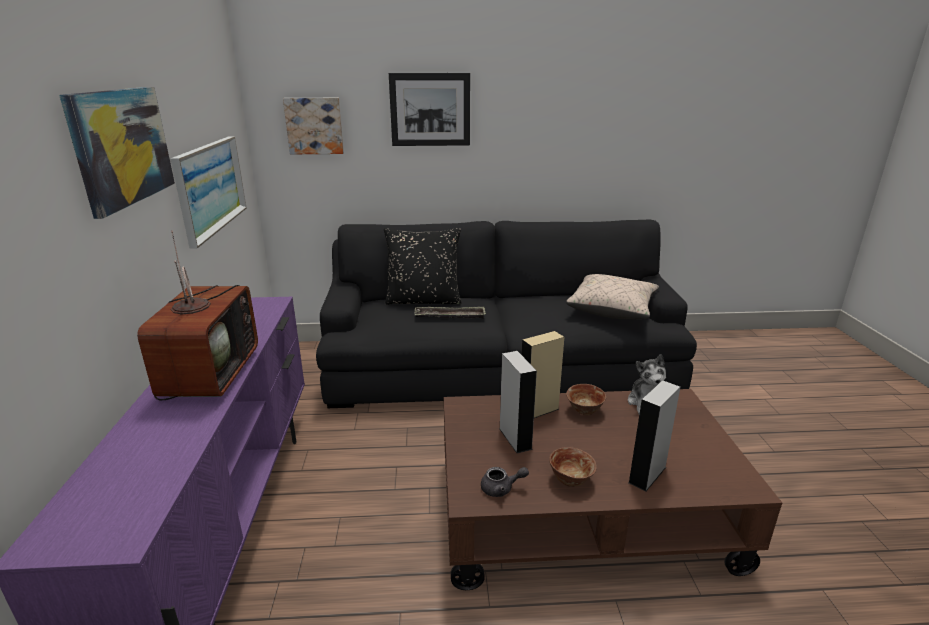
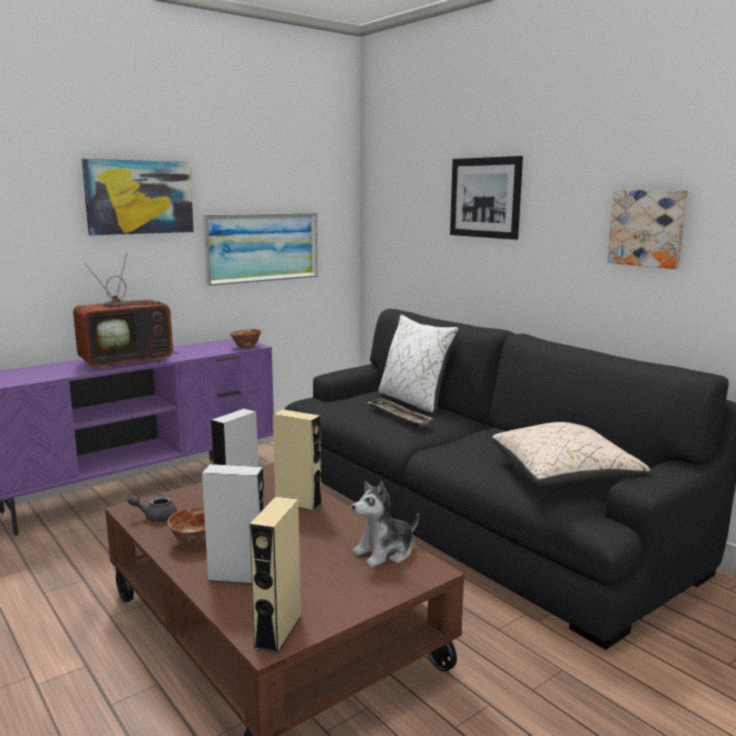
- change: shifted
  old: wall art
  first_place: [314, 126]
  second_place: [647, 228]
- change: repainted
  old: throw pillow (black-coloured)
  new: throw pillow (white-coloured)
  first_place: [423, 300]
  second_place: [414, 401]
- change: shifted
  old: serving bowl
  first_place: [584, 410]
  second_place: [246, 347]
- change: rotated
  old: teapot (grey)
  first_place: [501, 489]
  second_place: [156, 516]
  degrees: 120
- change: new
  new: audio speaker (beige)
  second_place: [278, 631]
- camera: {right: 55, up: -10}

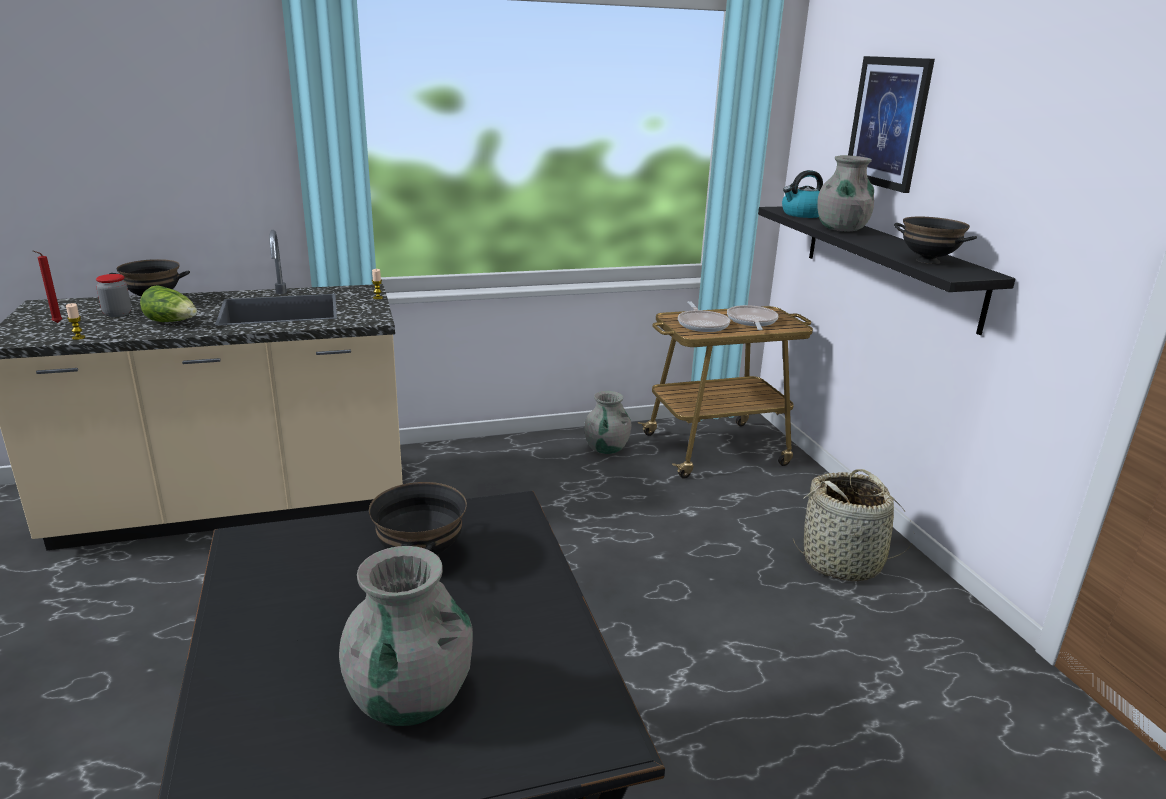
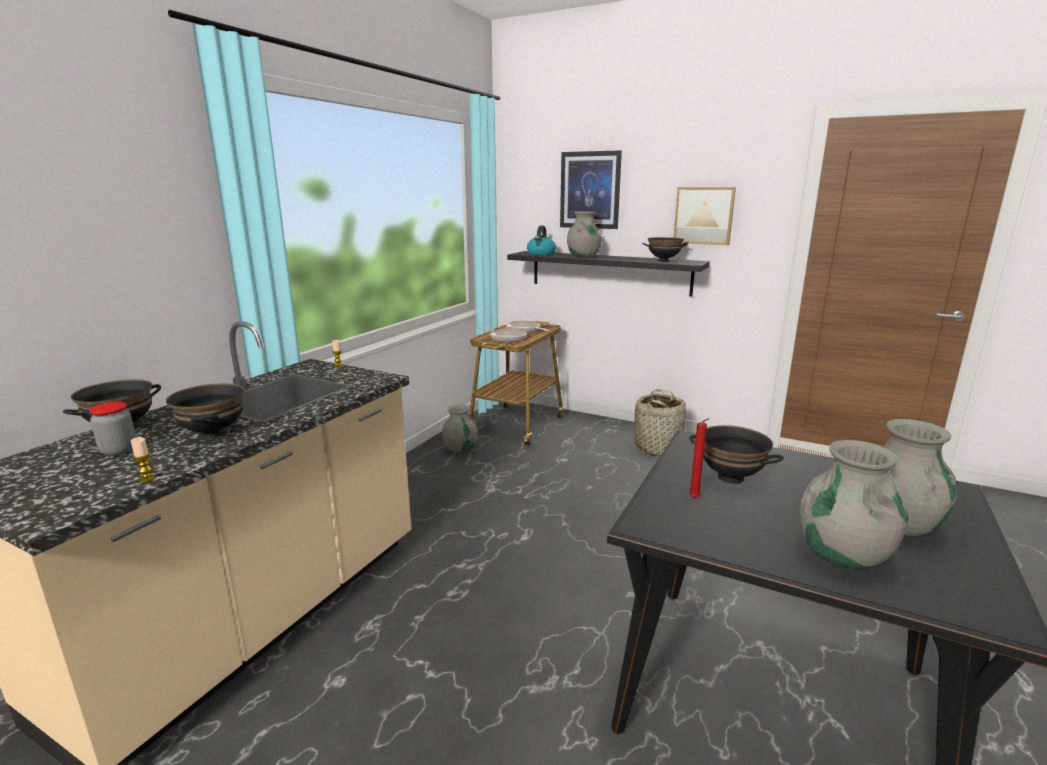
- change: shifted
  old: wax light (red)
  first_place: [56, 323]
  second_place: [695, 499]
- change: swapped
  old: lettuce
  new: serving bowl (black-coloured)
  first_place: [173, 322]
  second_place: [212, 434]
- change: new
  new: wall art
  second_place: [704, 215]
- change: new
  new: vase (grey)
  second_place: [842, 554]
- camera: {right: -45, up: -5}

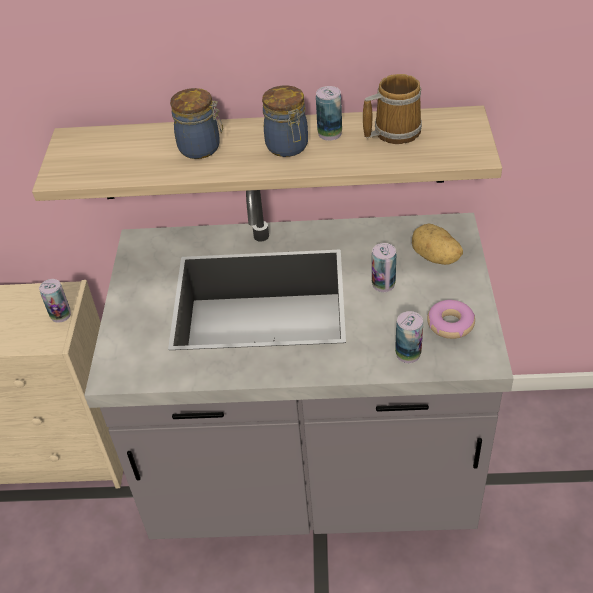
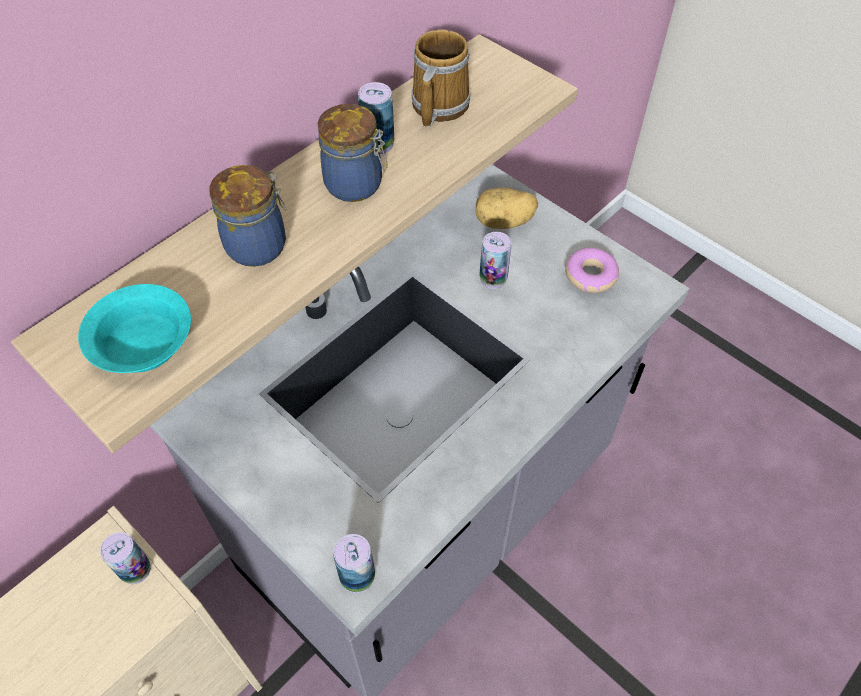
- change: shifted
  old: sealed can
  first_place: [408, 354]
  second_place: [357, 576]
- change: new
  new: serving bowl (turquoise-coloured)
  second_place: [145, 343]
- camera: {right: -50, up: 10}

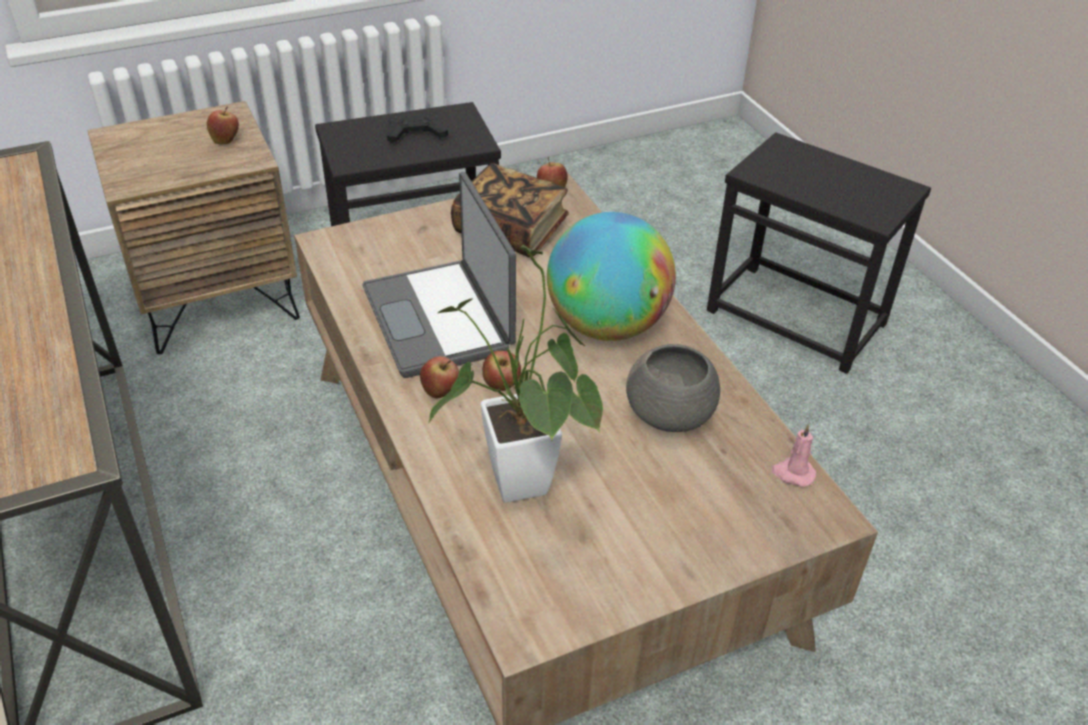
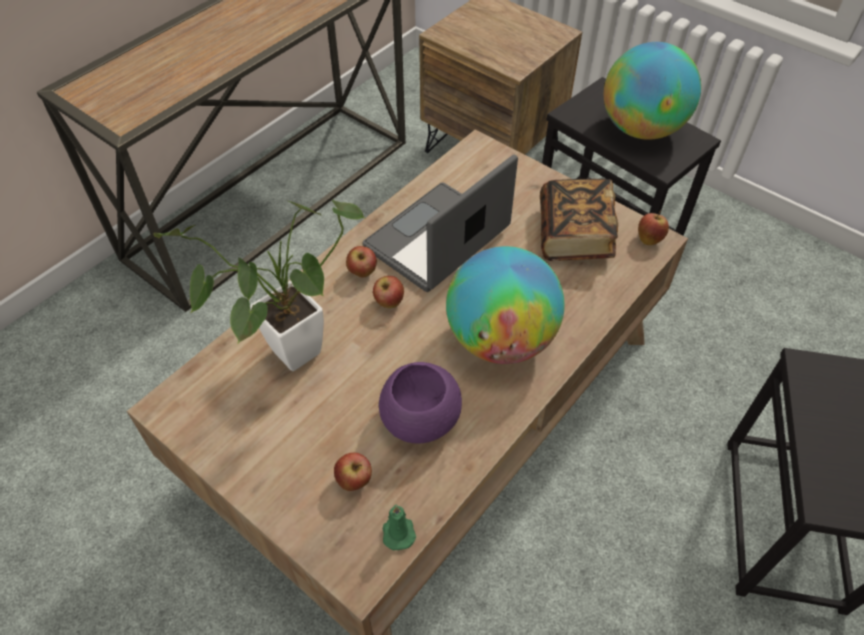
- change: shifted
  old: apple
  first_place: [226, 140]
  second_place: [354, 481]
- change: swapped
  old: joypad (black-coloured)
  new: globe
  first_place: [416, 133]
  second_place: [641, 129]
- change: repainted
  old: serving bowl (grey)
  new: serving bowl (purplish)
  first_place: [670, 415]
  second_place: [419, 419]
- change: repainted
  old: wax light (pink)
  new: wax light (greenish)
  first_place: [792, 473]
  second_place: [398, 531]
- camera: {right: 65, up: 10}

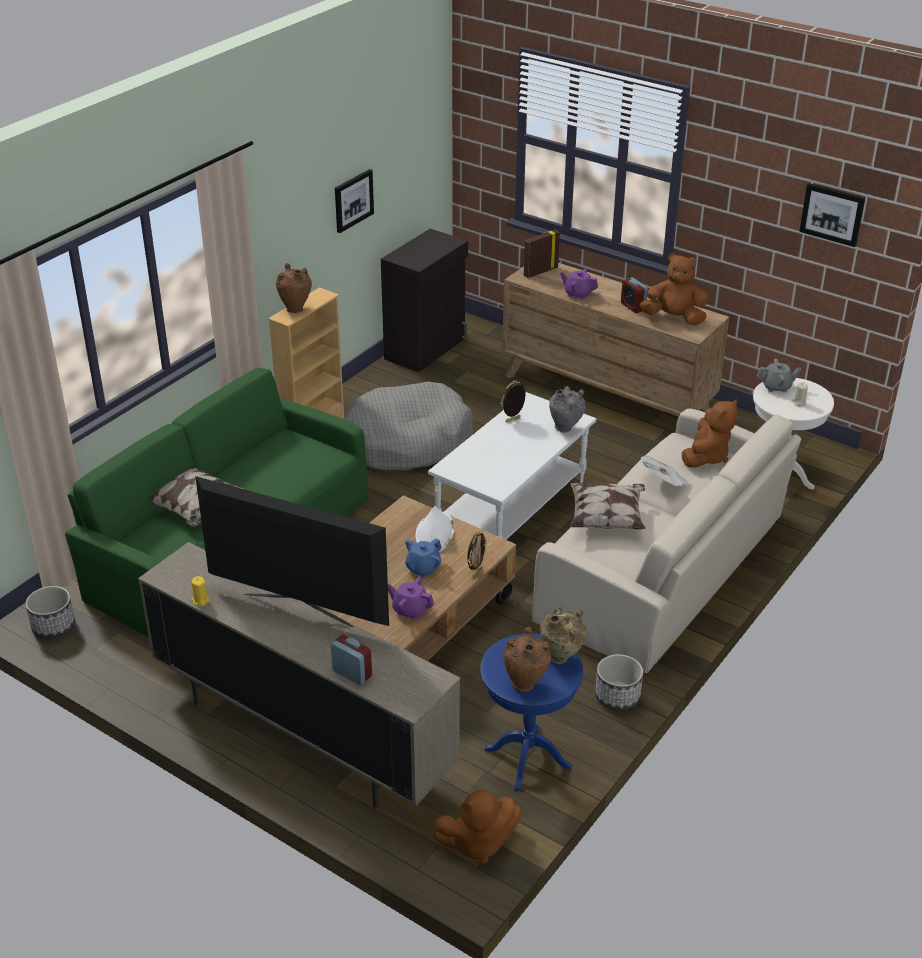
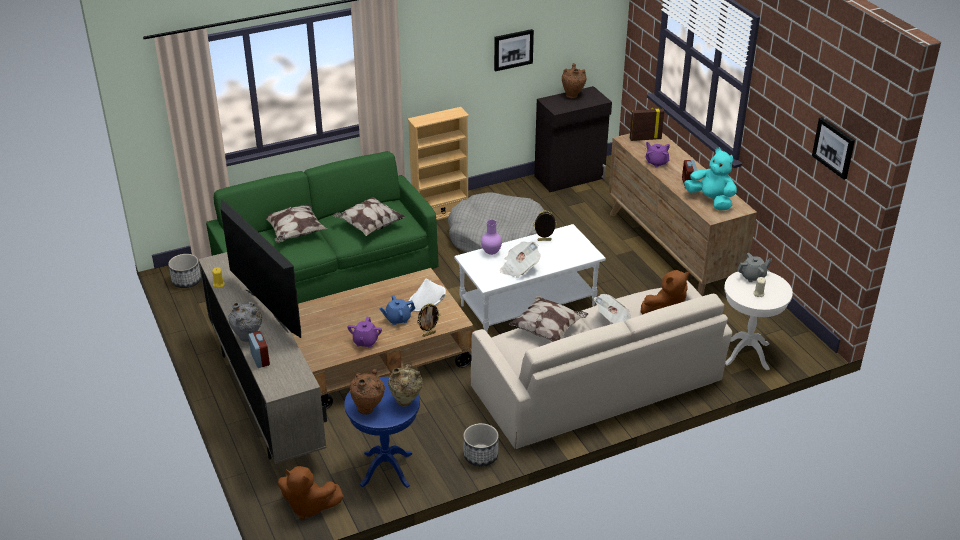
- change: repainted
  old: cuddly toy (brownish)
  new: cuddly toy (turquoise-coloured)
  first_place: [674, 318]
  second_place: [711, 200]
- change: shifted
  old: vase (brownish)
  first_place: [295, 308]
  second_place: [572, 95]
- change: rotated
  old: teapot (grey)
  first_place: [776, 387]
  second_place: [753, 276]
  degrees: -45
- change: shifted
  old: vase (grey)
  first_place: [566, 429]
  second_place: [248, 338]
- change: rotated
  old: teapot (purplish)
  first_place: [410, 610]
  second_place: [365, 342]
  degrees: -135
- change: new
  new: throw pillow
  second_place: [369, 226]
- change: new
  new: vase (purplish)
  second_place: [491, 253]
- change: new
  new: newspaper
  second_place: [519, 268]
- camera: {right: 30, up: 0}

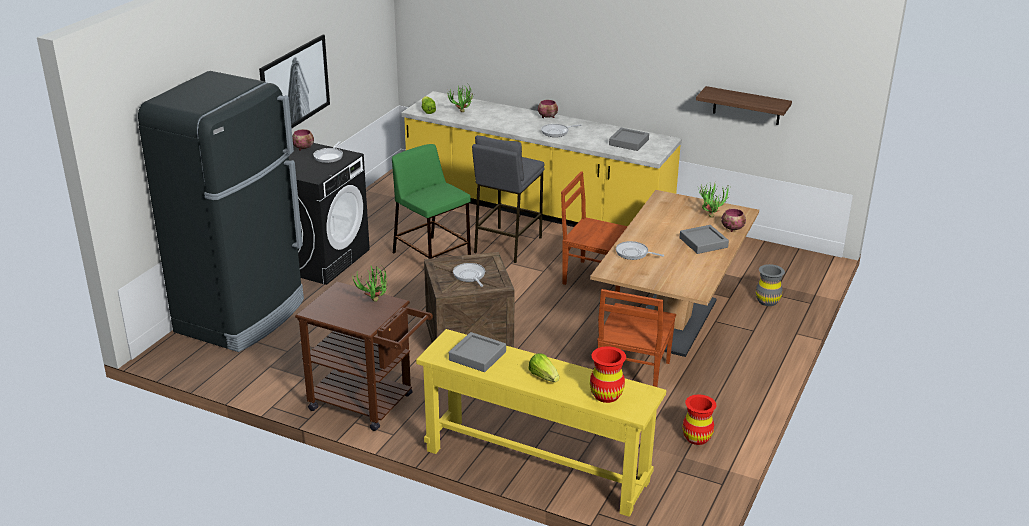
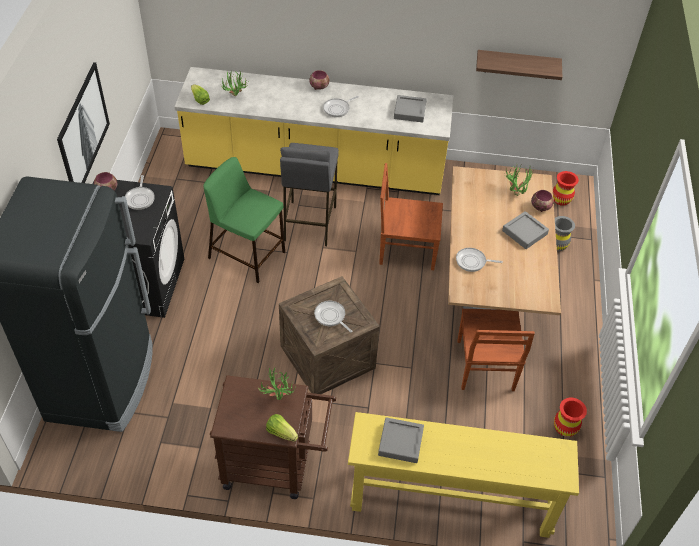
- change: shifted
  old: vase (red)
  first_place: [606, 395]
  second_place: [561, 200]
- change: shifted
  old: lettuce
  first_place: [543, 376]
  second_place: [281, 432]
- camera: {right: -20, up: 20}

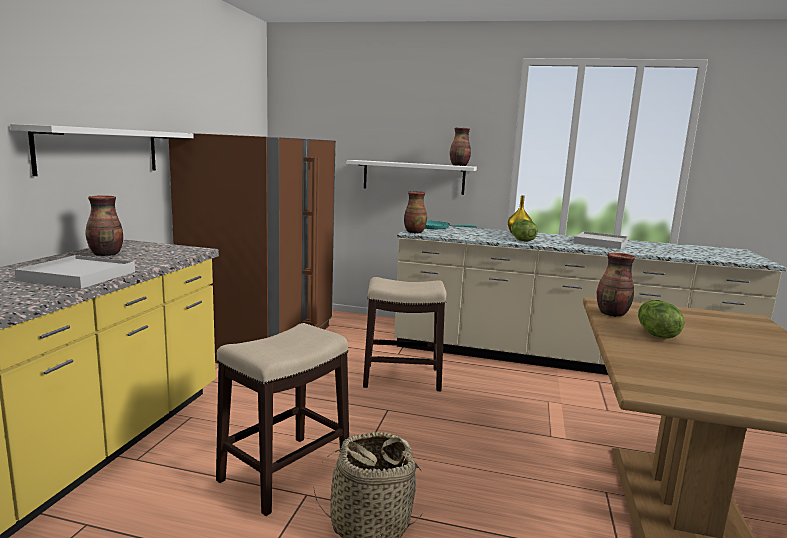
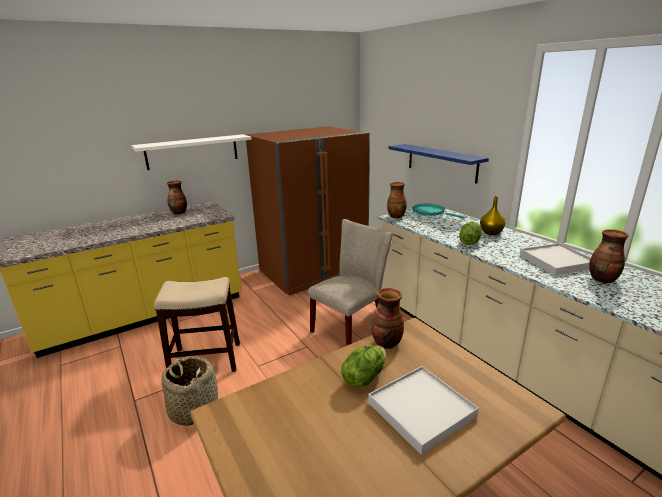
- change: shifted
  old: vase
  first_place: [459, 165]
  second_place: [602, 279]
- change: repainted
  old: shelf (white-coloured)
  new: shelf (blue)
  first_place: [413, 177]
  second_place: [441, 162]
- change: shifted
  old: serving tray (white-coloured)
  first_place: [78, 276]
  second_place: [421, 409]
- change: swapped
  old: stool seat
  new: upright chair (beige)
  first_place: [403, 378]
  second_place: [352, 327]
- camera: {right: 45, up: 10}

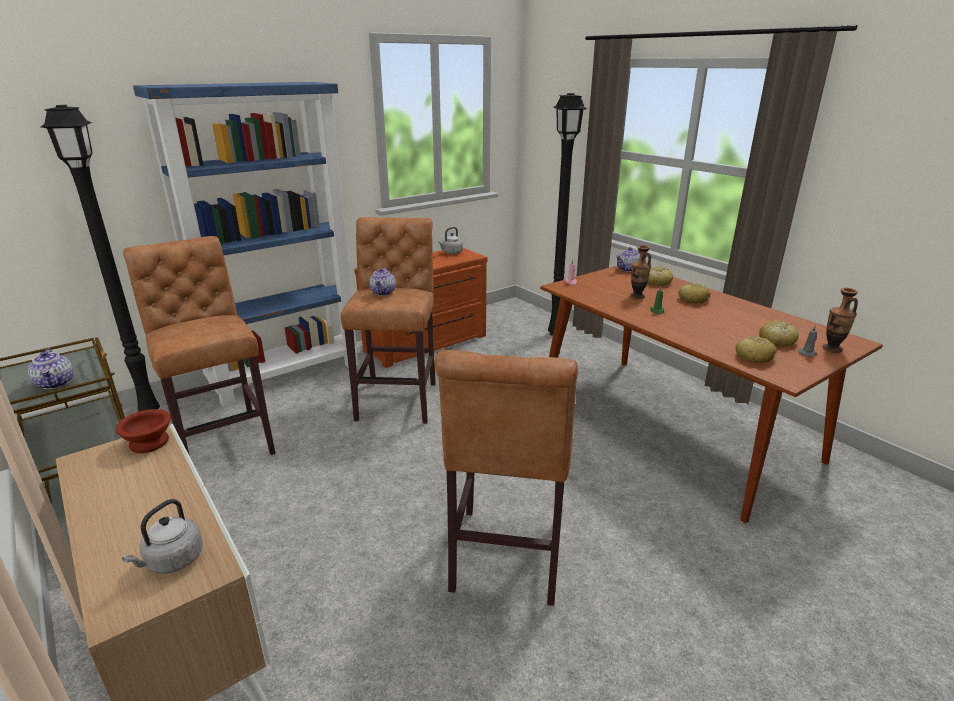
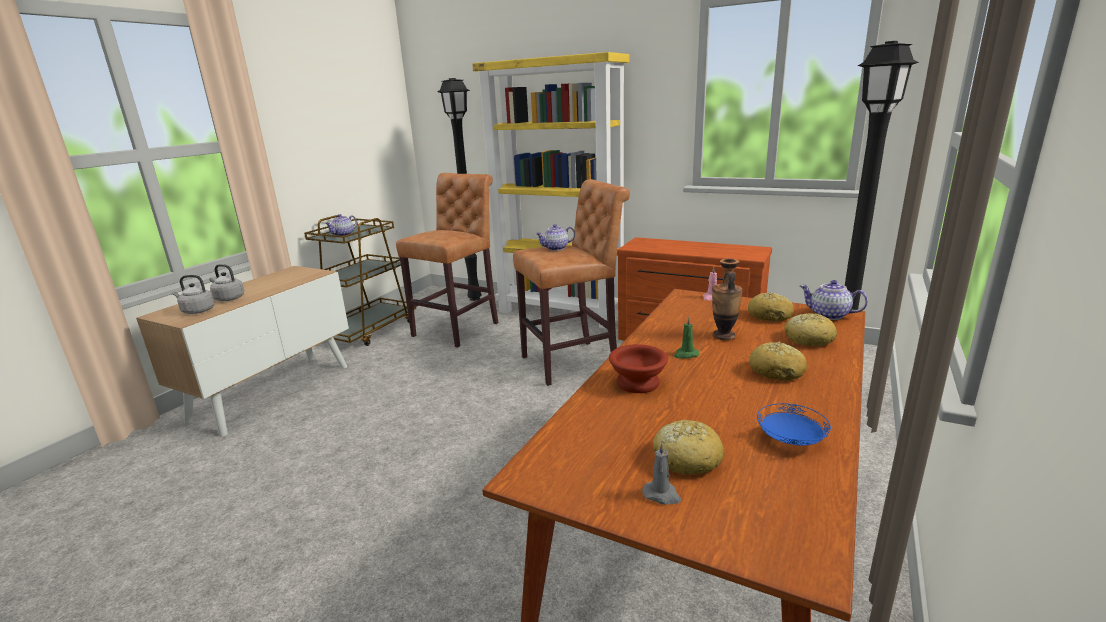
- change: repainted
  old: bookshelf (blue)
  new: bookshelf (yellow)
  first_place: [287, 375]
  second_place: [562, 313]
- change: shifted
  old: kettle (grey)
  first_place: [451, 253]
  second_place: [228, 298]
- change: gone
  old: vase
  first_place: [832, 349]
- change: shifted
  old: bakery bread
  first_place: [754, 357]
  second_place: [770, 316]
- change: gone
  old: stool seat (brownish)
  first_place: [505, 560]
- change: shifted
  old: serving bowl (brownish)
  first_place: [150, 443]
  second_place: [637, 384]
- change: new
  new: dinner plate (blue)
  second_place: [790, 440]
- camera: {right: 65, up: -5}

